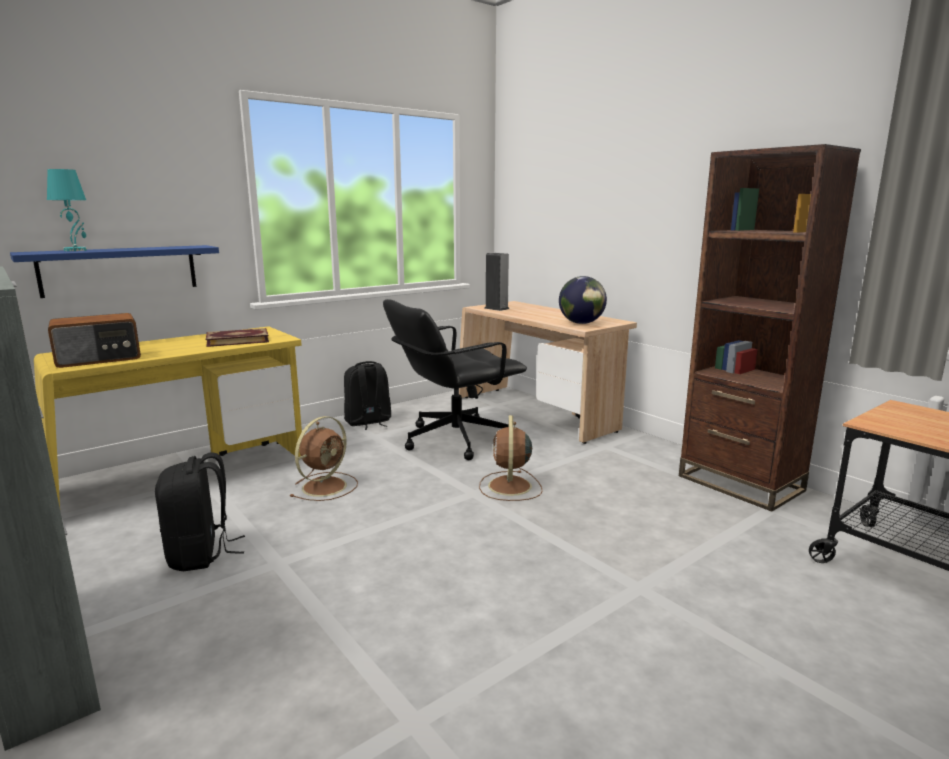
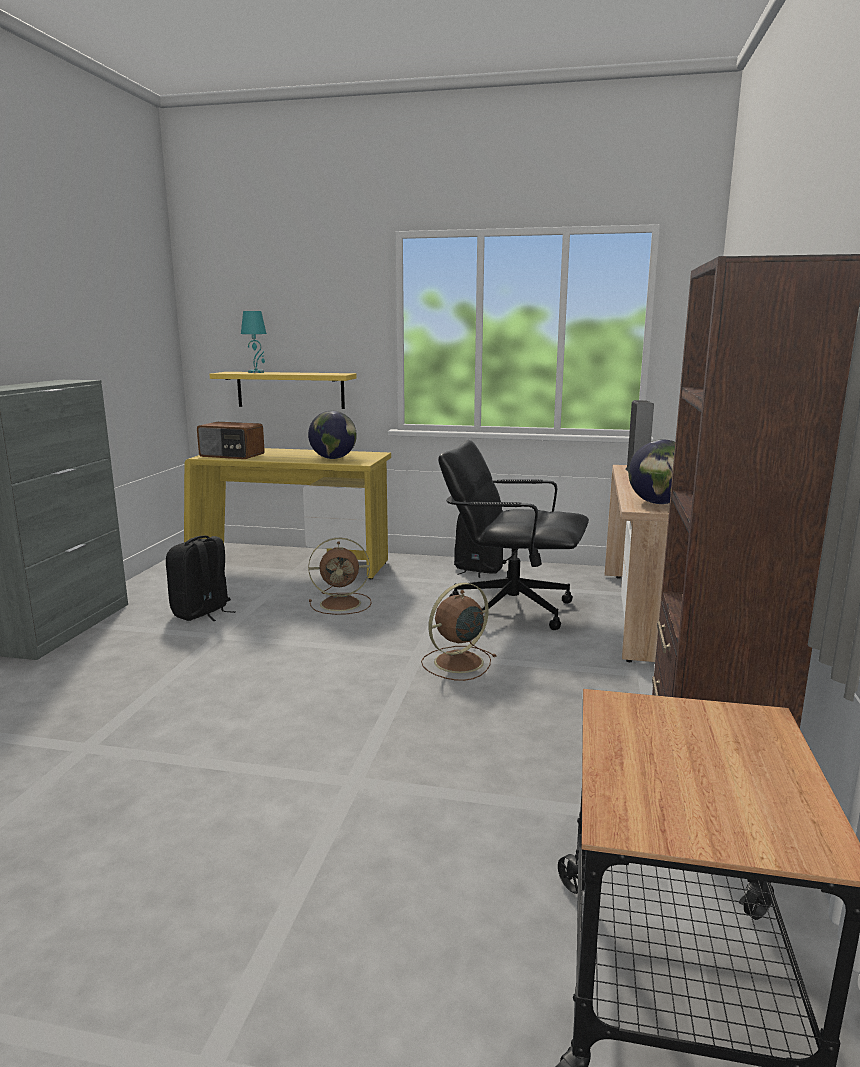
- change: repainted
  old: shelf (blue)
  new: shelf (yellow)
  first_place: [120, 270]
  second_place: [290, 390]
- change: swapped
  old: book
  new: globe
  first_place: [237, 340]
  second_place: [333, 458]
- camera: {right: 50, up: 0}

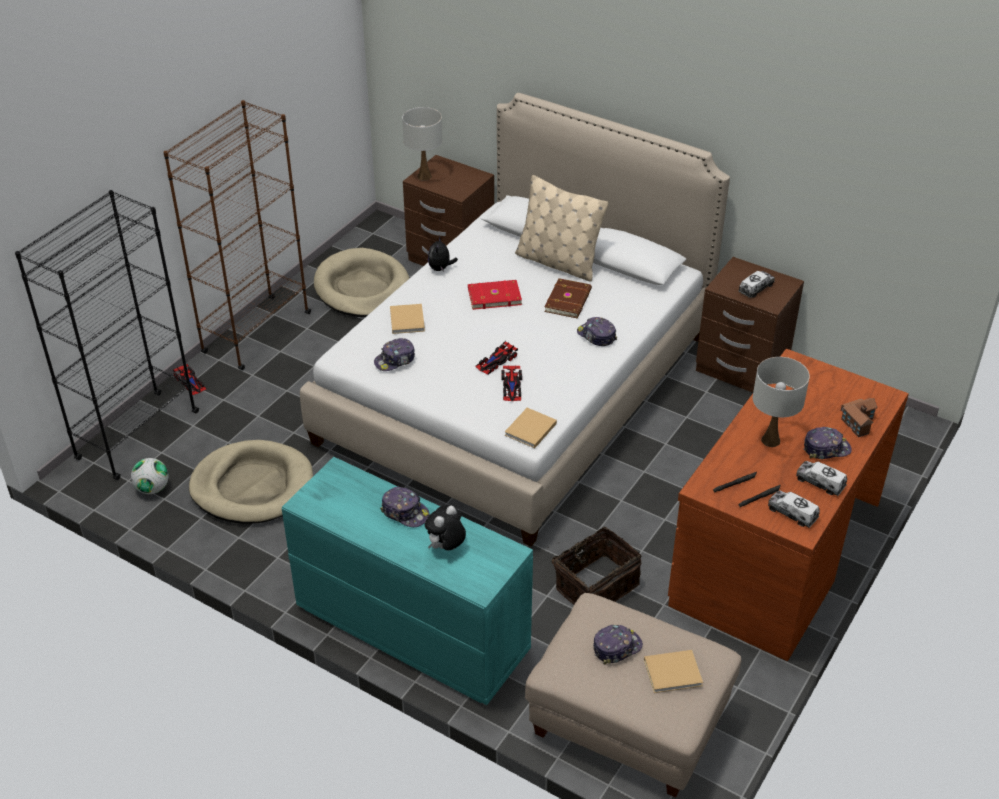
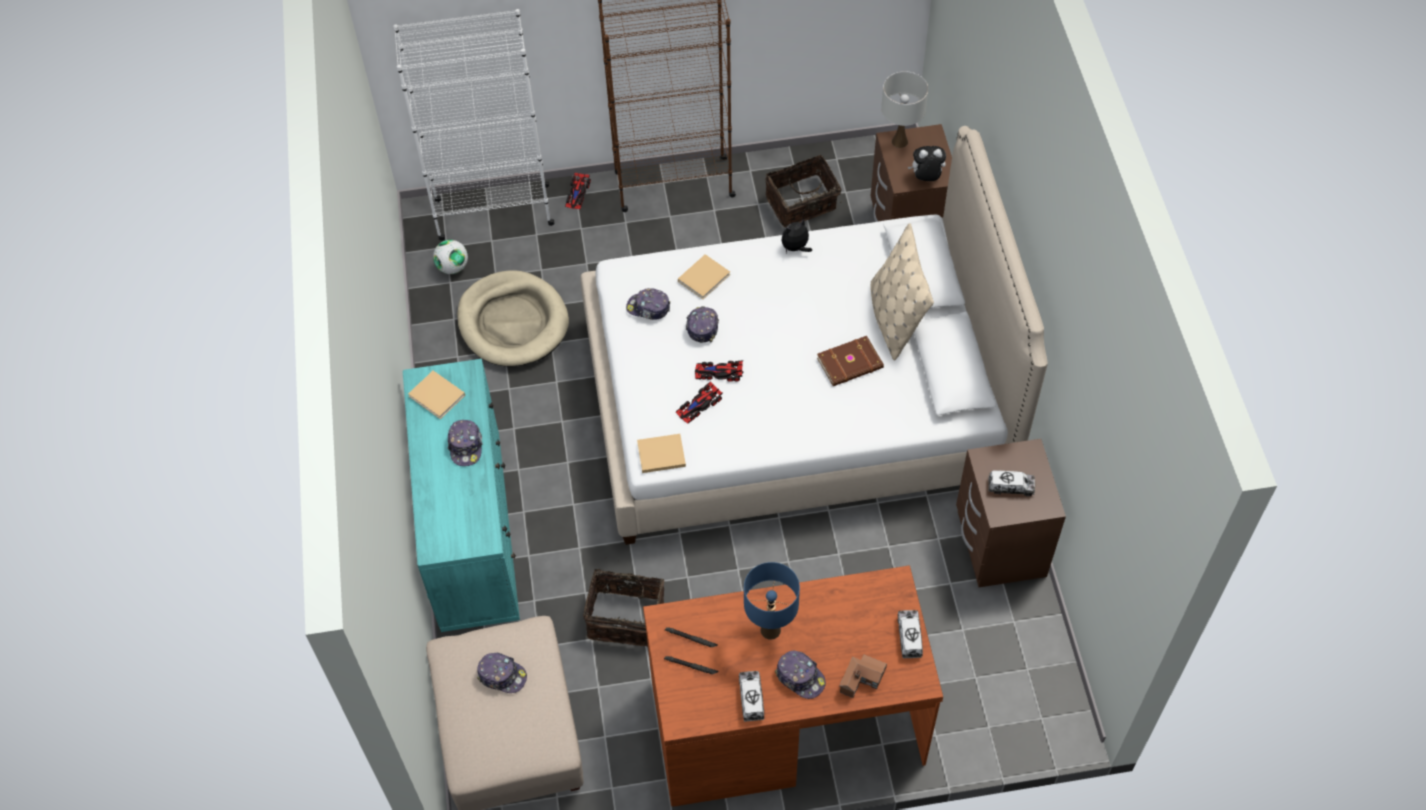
- change: repainted
  old: bookshelf (black-coloured)
  new: bookshelf (white-coloured)
  first_place: [137, 435]
  second_place: [493, 212]
- change: swapped
  old: dog bed (beige)
  new: household basket
  first_place: [363, 288]
  second_place: [802, 204]
- change: gone
  old: book (red)
  first_place: [494, 296]
- change: shifted
  old: cap
  first_place: [596, 336]
  second_place: [702, 326]
- change: repainted
  old: table lamp (white-coloured)
  new: table lamp (blue)
  first_place: [771, 440]
  second_place: [770, 630]
- change: shifted
  old: toy lorry
  first_place: [792, 513]
  second_place: [909, 637]
- change: shifted
  old: cuddly toy
  first_place: [446, 547]
  second_place: [926, 178]
- change: shifted
  old: book (beige)
  first_place: [674, 672]
  second_place: [438, 396]
- camera: {right: 50, up: 15}

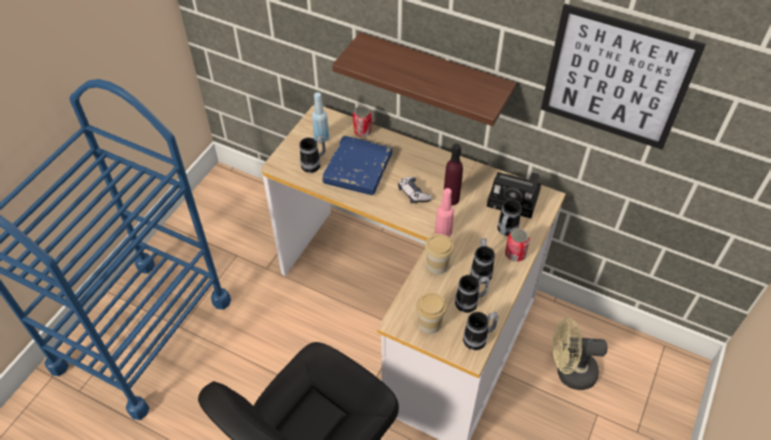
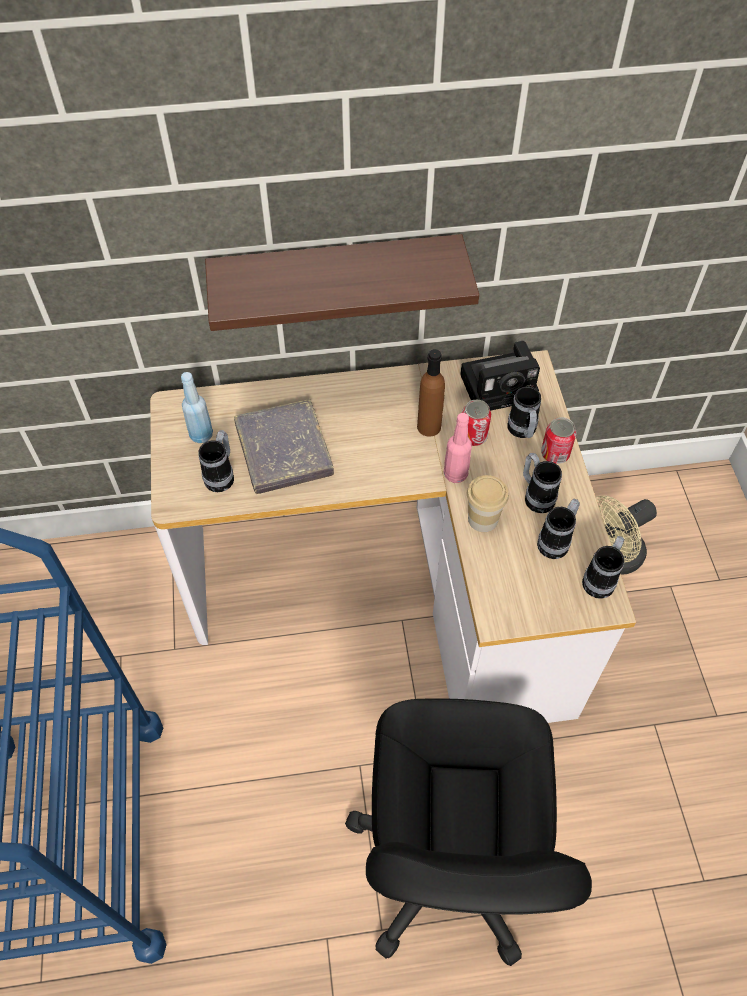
- change: gone
  old: wall art
  first_place: [616, 78]
- change: shifted
  old: sealed can
  first_place: [362, 131]
  second_place: [473, 436]
- change: repainted
  old: book (blue)
  new: book (grey)
  first_place: [357, 168]
  second_place: [283, 450]
- change: repainted
  old: bottle (purplish)
  new: bottle (brownish)
  first_place: [451, 199]
  second_place: [429, 426]
- change: gone
  old: joypad
  first_place: [413, 194]
- change: gone
  old: drinking cup
  first_place: [429, 324]
- camera: {right: -35, up: 5}

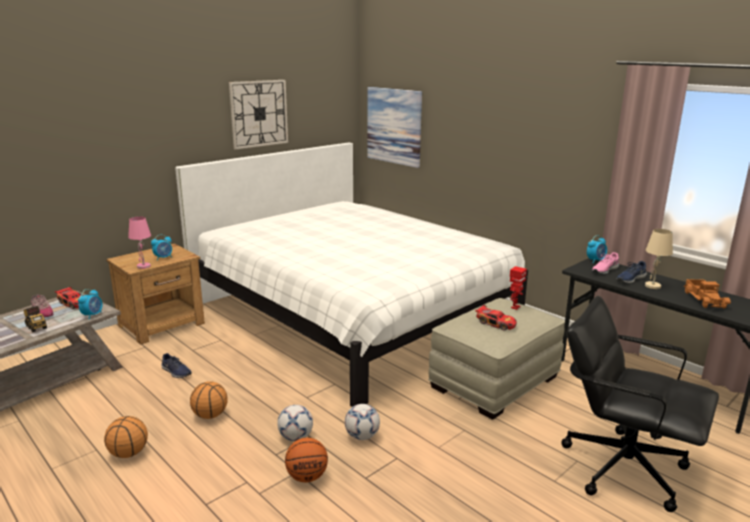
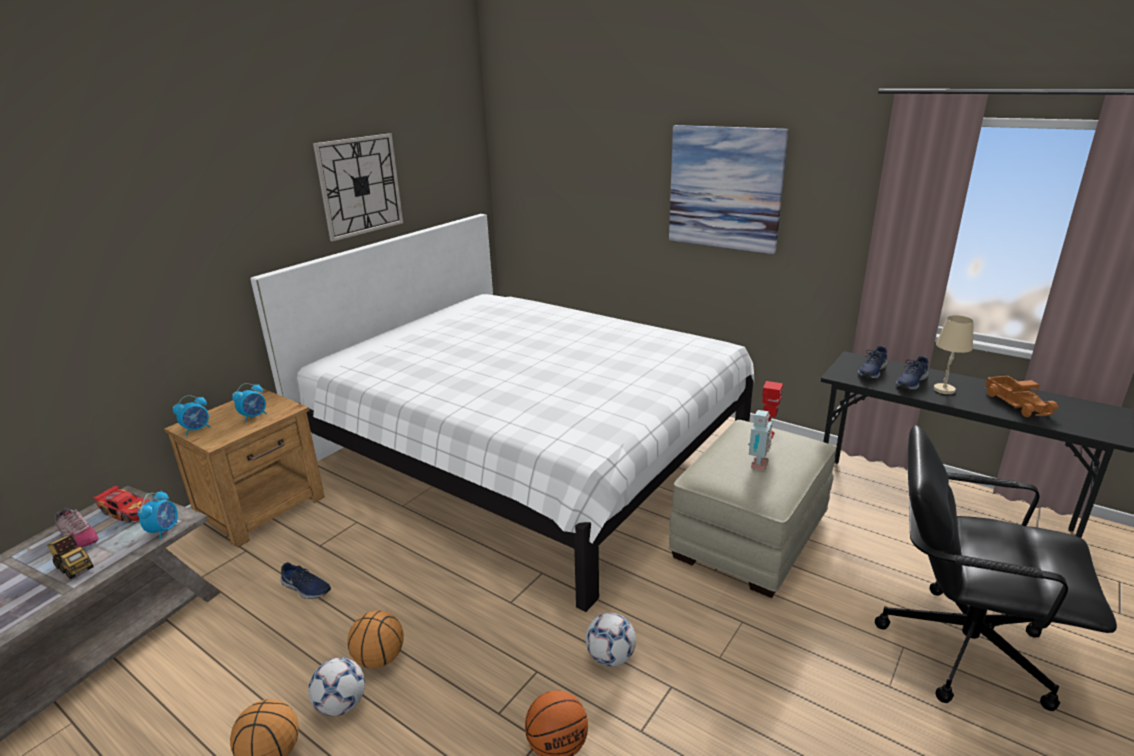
- change: shifted
  old: wall art
  first_place: [394, 126]
  second_place: [725, 188]
- change: gone
  old: table lamp (pink)
  first_place: [144, 266]
- change: shifted
  old: table clock
  first_place: [595, 260]
  second_place: [197, 429]
- change: repainted
  old: shoe (pink)
  new: shoe (blue)
  first_place: [604, 270]
  second_place: [871, 371]
- change: swapped
  old: miniature car
  new: toy robot
  first_place: [496, 323]
  second_place: [757, 465]
- change: shifted
  old: football ball
  first_place: [295, 437]
  second_place: [341, 705]
- camera: {right: -10, up: 5}

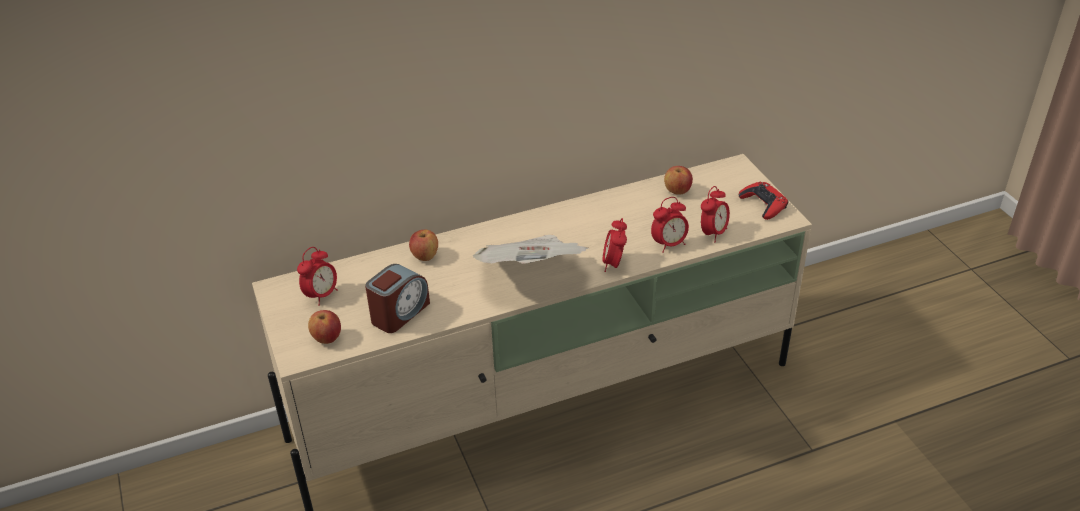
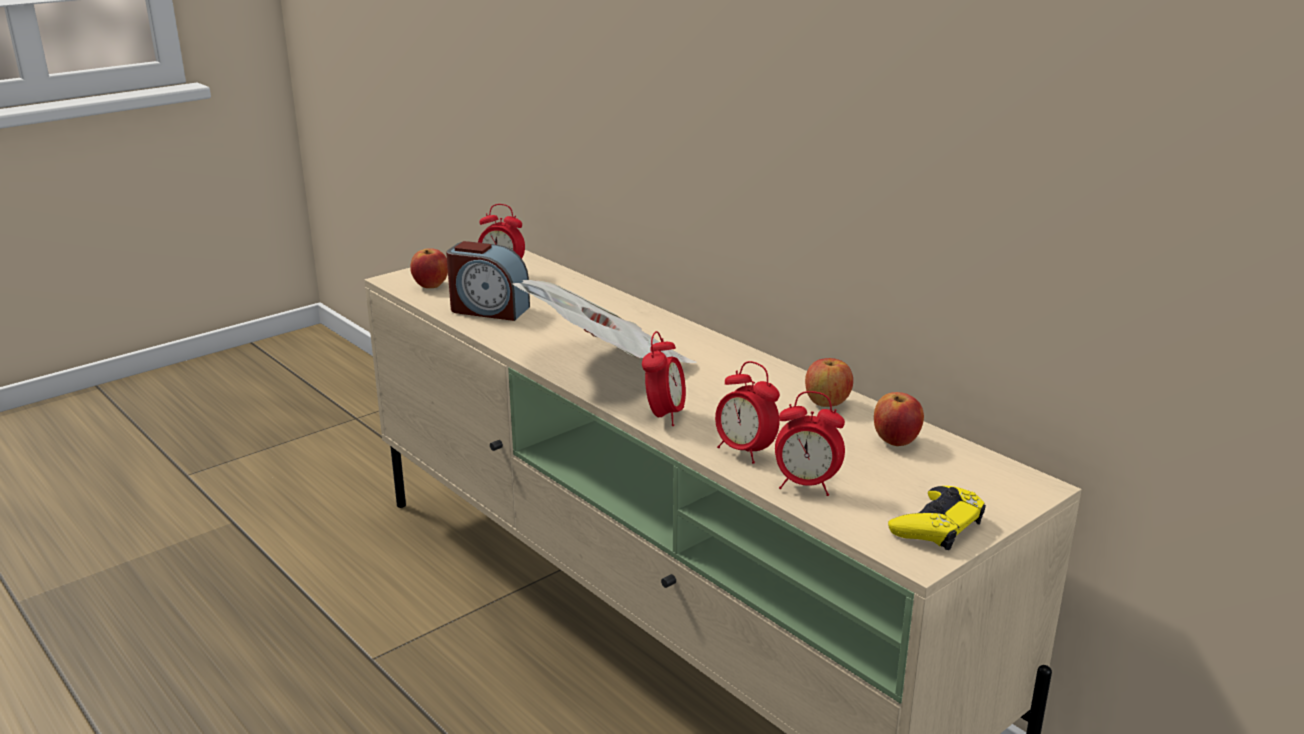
- change: repainted
  old: joypad (red)
  new: joypad (yellow)
  first_place: [763, 204]
  second_place: [937, 525]
- change: rotated
  old: table clock
  first_place: [614, 264]
  second_place: [664, 416]
  degrees: 120
- change: shifted
  old: apple
  first_place: [425, 256]
  second_place: [827, 403]
- camera: {right: 70, up: -15}

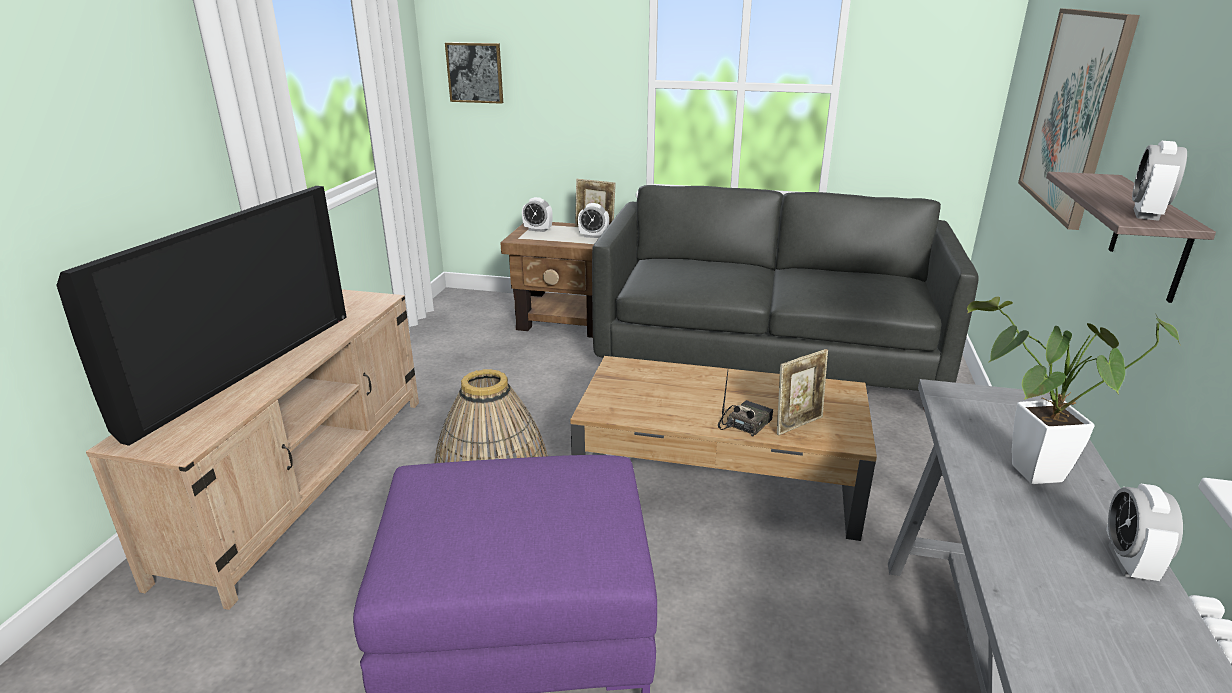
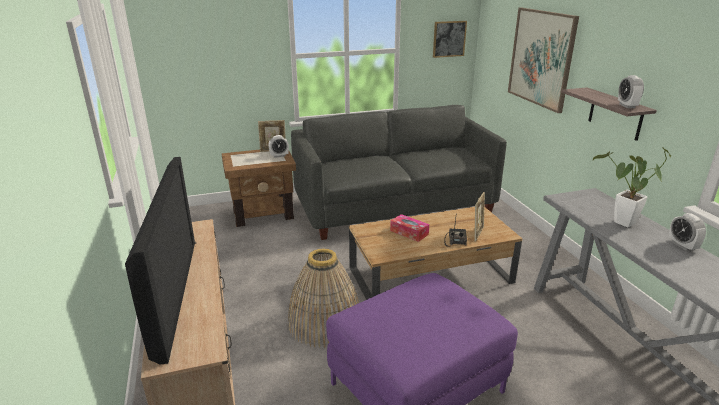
- change: shifted
  old: wall art
  first_place: [475, 72]
  second_place: [449, 39]
- change: gone
  old: table clock
  first_place: [538, 230]
- change: new
  new: tissue box
  second_place: [409, 232]
- camera: {right: -30, up: 0}

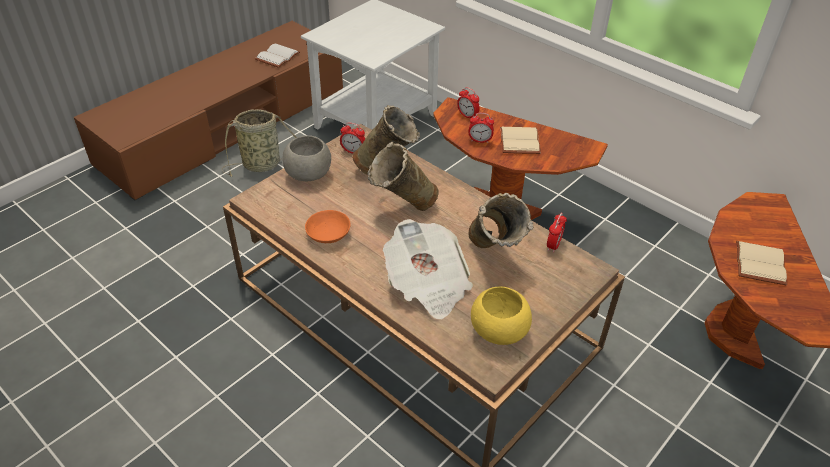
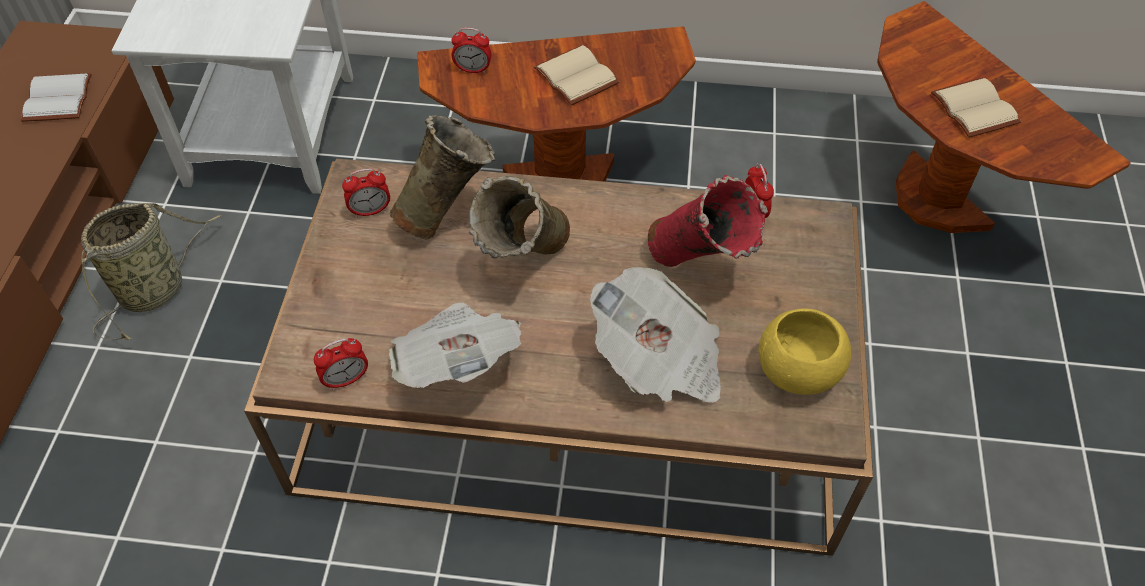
- change: shifted
  old: table clock
  first_place: [480, 141]
  second_place: [346, 379]
- change: gone
  old: serving bowl (grey)
  first_place: [308, 174]
- change: repainted
  old: vase (beige)
  new: vase (red)
  first_place: [493, 257]
  second_place: [700, 270]
- change: swapped
  old: serving bowl (orange-coloured)
  new: newspaper
  first_place: [328, 233]
  second_place: [457, 362]
- camera: {right: -35, up: 10}

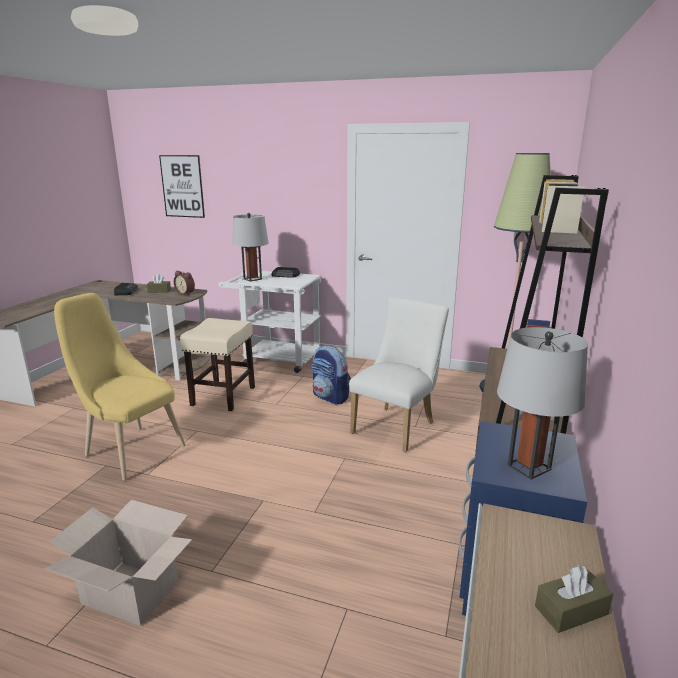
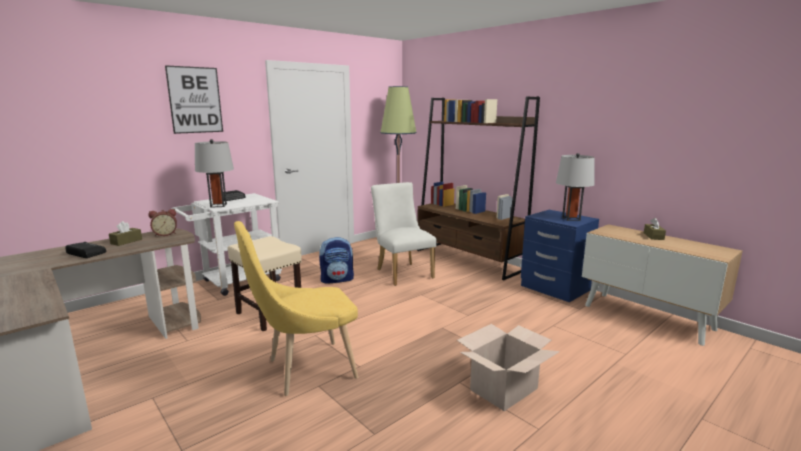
- change: shifted
  old: wall art
  first_place: [182, 186]
  second_place: [195, 100]
- camera: {right: -60, up: -5}

